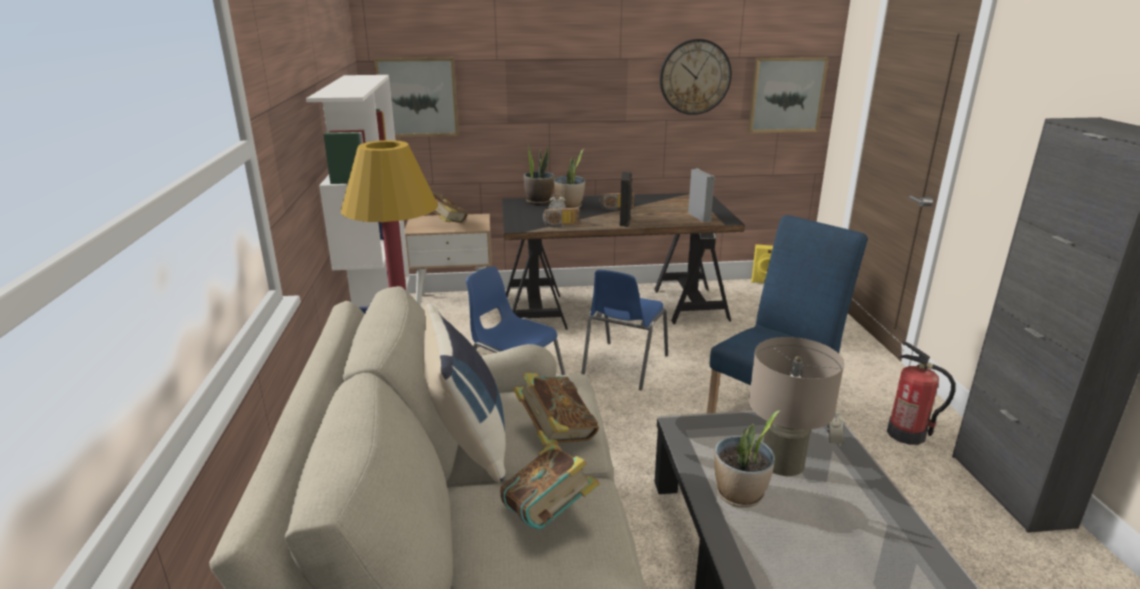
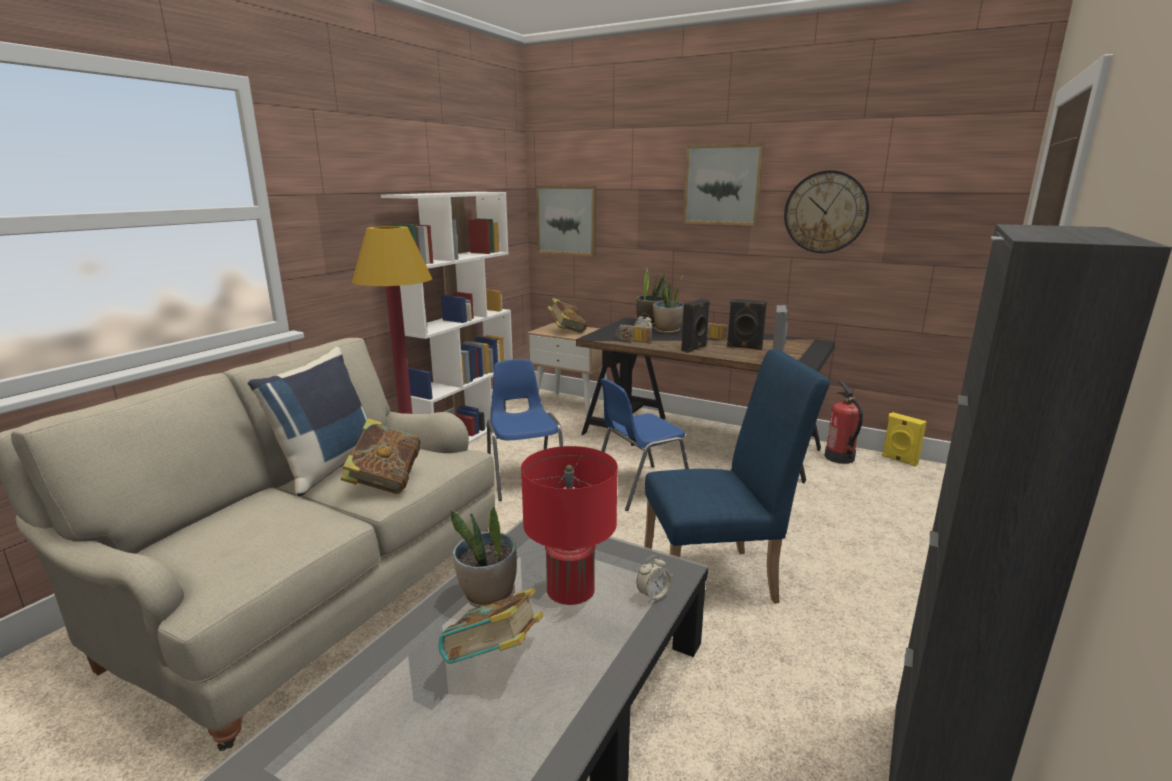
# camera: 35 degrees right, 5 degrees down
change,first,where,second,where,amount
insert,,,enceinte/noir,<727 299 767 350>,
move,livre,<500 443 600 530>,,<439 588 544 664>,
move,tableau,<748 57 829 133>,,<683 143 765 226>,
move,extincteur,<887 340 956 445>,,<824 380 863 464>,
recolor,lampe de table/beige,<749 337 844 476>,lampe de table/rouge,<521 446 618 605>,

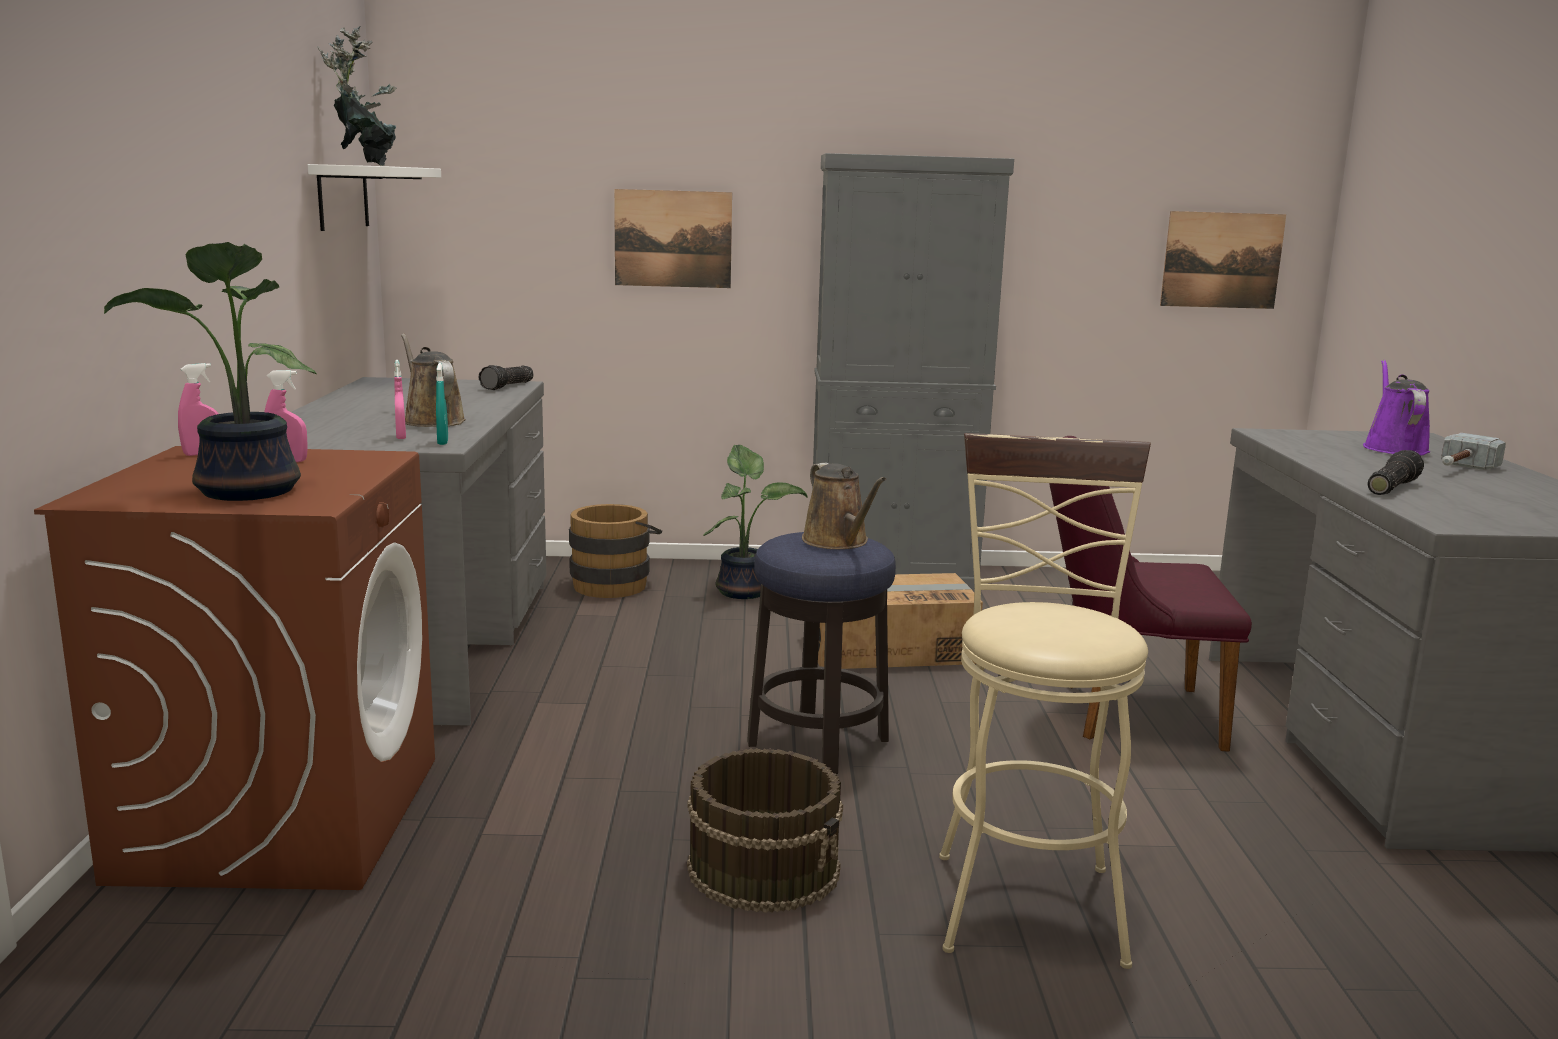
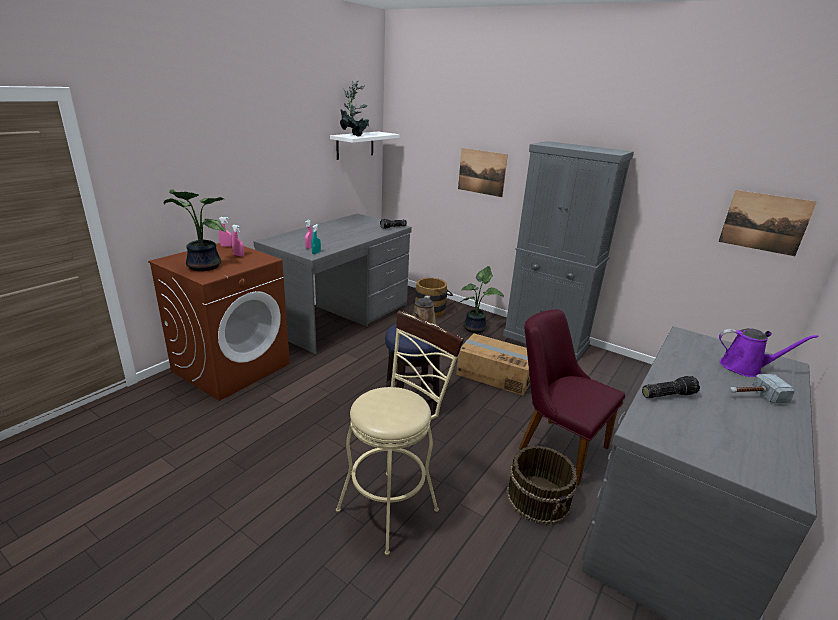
# camera: 35 degrees right, 10 degrees up
change,first,where,second,where,amount
delete,arrosoir/marron,<401 333 466 427>,,,
move,seau/marron,<687 748 843 913>,,<506 446 578 525>,
rotate,arrosoir/violet,<1363 360 1430 456>,,<719 328 818 377>,60 degrees clockwise

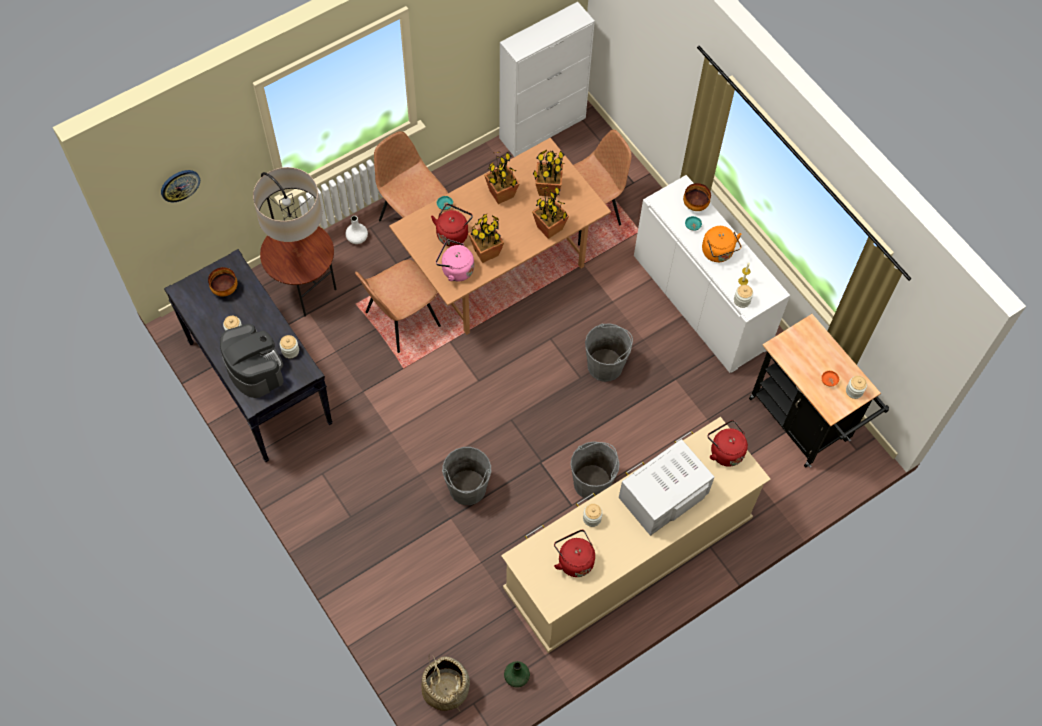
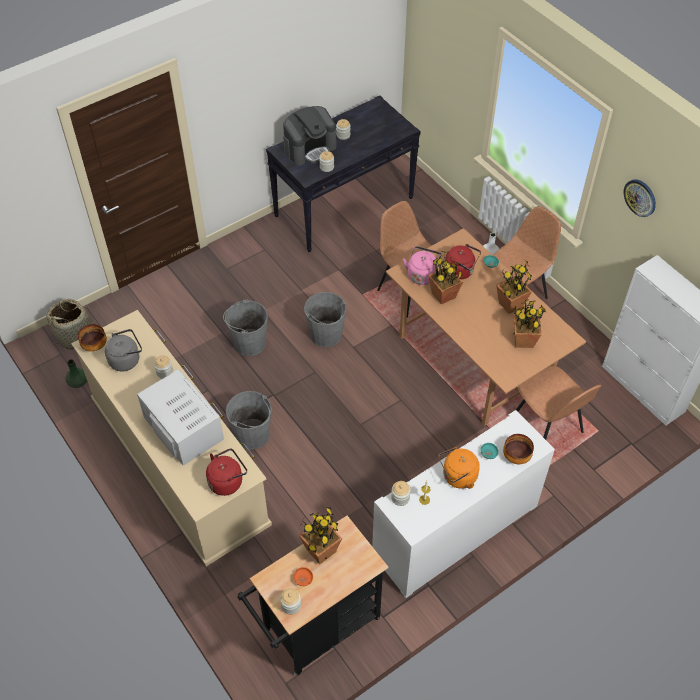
# camera: 90 degrees right, 10 degrees down
change,first,where,second,where,amount
delete,lampadaire,<253 167 337 317>,,,
move,horloge murale,<161 170 200 202>,,<624 179 656 217>,
move,bol,<208 267 238 296>,,<78 324 107 352>,
move,plante en pot,<532 187 569 239>,,<299 507 342 564>,
move,seau/gris,<585 323 633 382>,,<304 292 346 347>,
recolor,bouilloire/rouge,<554 530 595 577>,bouilloire/gris,<105 329 142 371>,

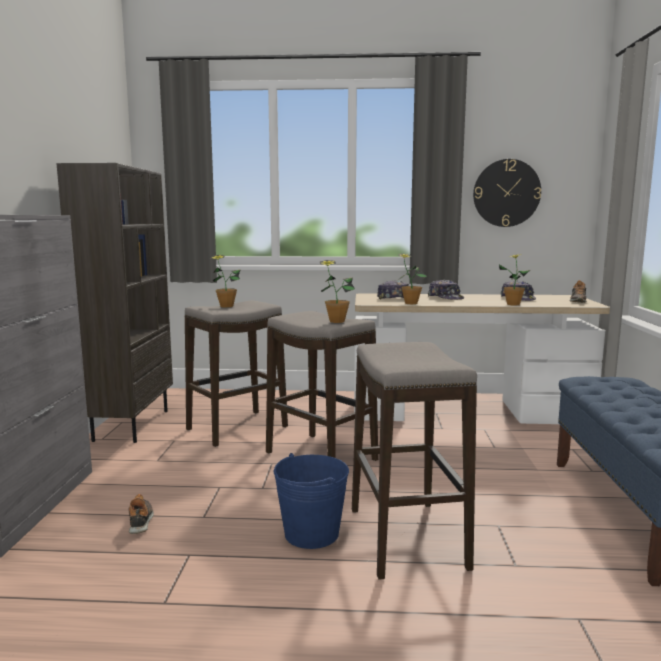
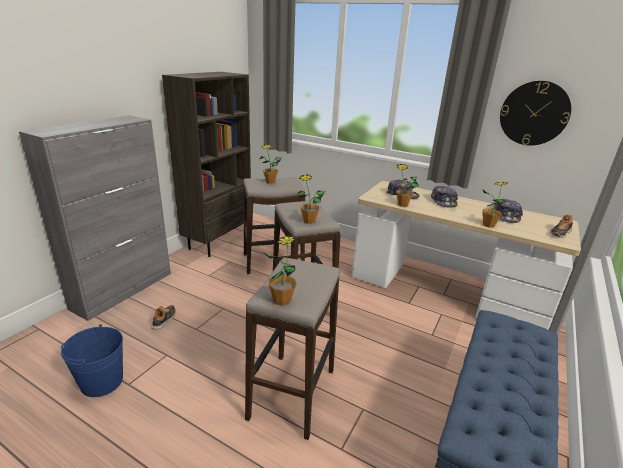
# camera: 25 degrees right, 15 degrees up
change,first,where,second,where,amount
insert,,,plante en pot,<263 235 297 306>,
move,seau/bleu,<274 453 349 549>,,<61 324 123 397>,

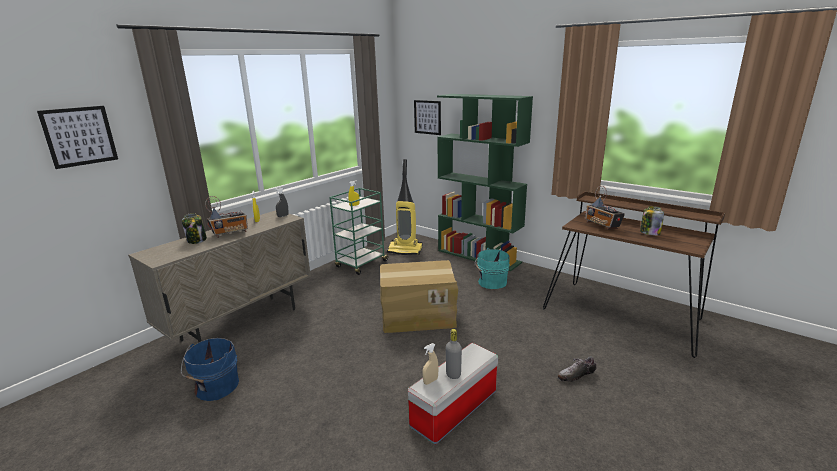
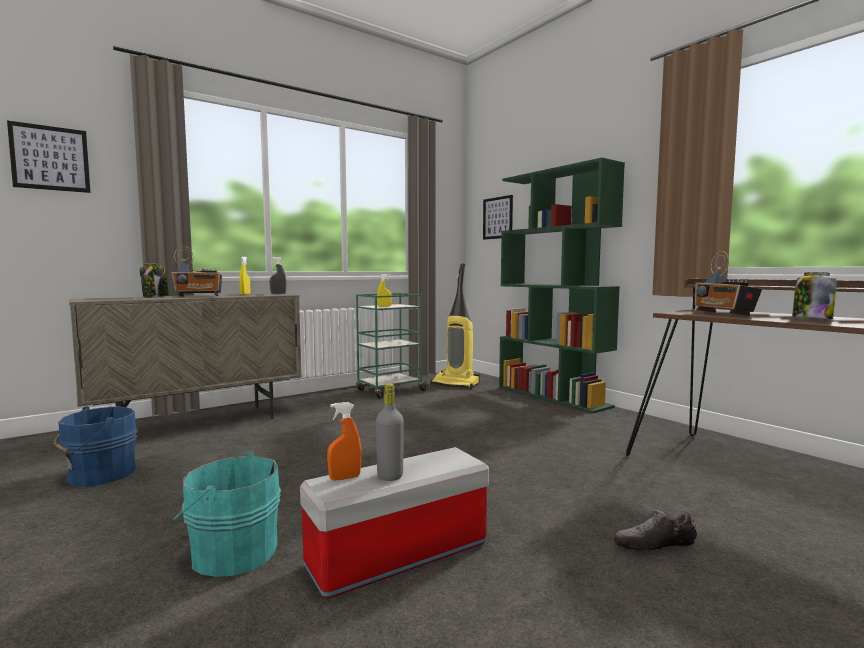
# camera: 15 degrees right, 15 degrees down
change,first,where,second,where,amount
delete,carton,<380 260 458 333>,,,
move,seau/turquoise,<475 248 510 289>,,<173 451 281 577>,
recolor,vaporisateur/beige,<423 343 439 385>,vaporisateur/orange,<327 402 362 480>,

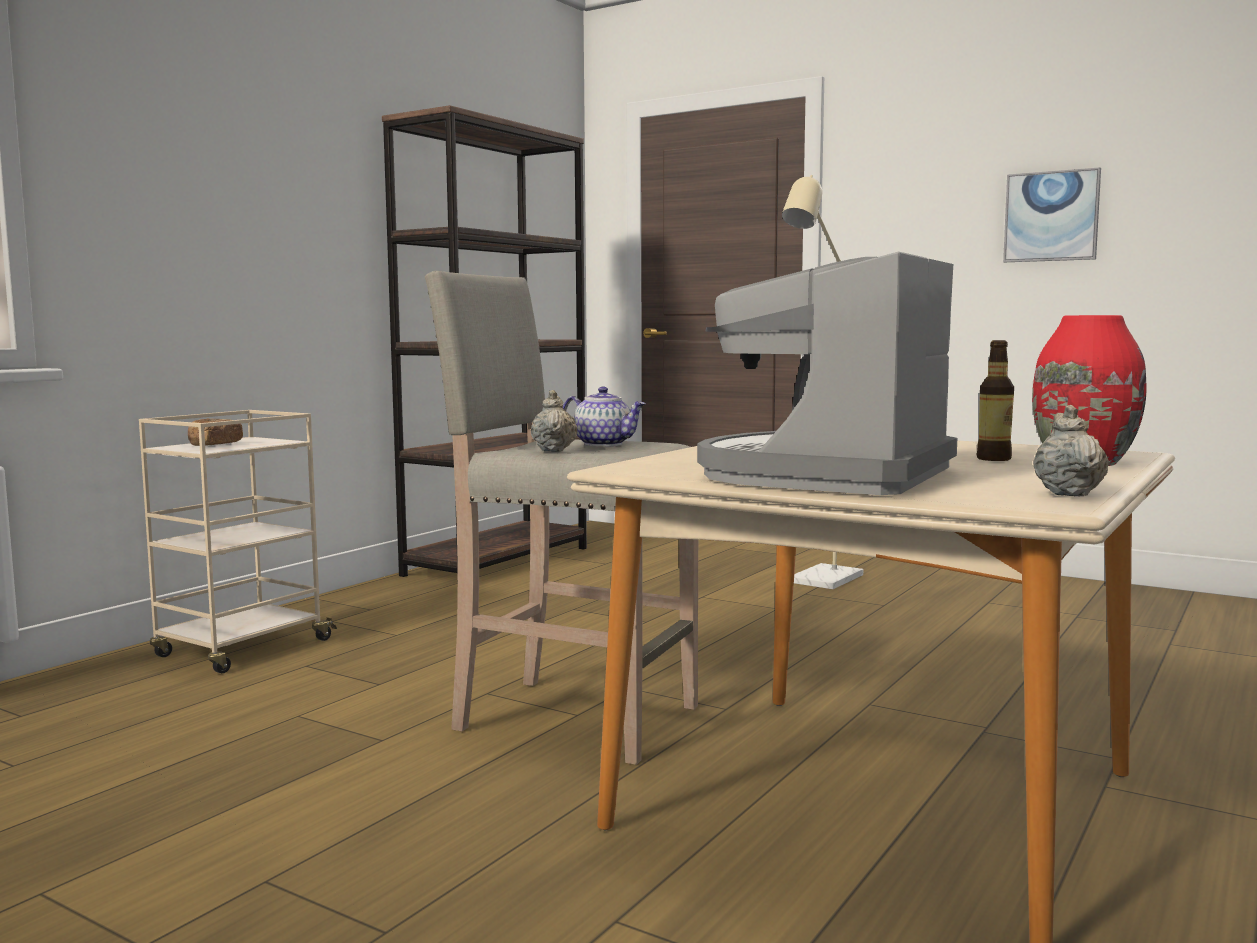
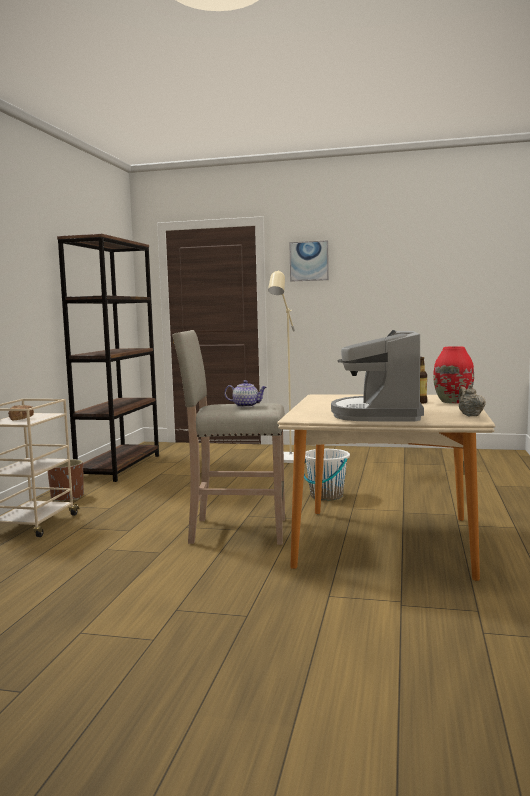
# camera: 20 degrees left, 0 degrees up
change,first,where,second,where,amount
delete,théière/beige,<531 390 578 452>,,,
insert,,,cache-pot/marron,<48 459 84 501>,
insert,,,seau/blanc,<304 449 350 501>,
move,tableau,<1003 167 1101 262>,,<289 240 329 282>,

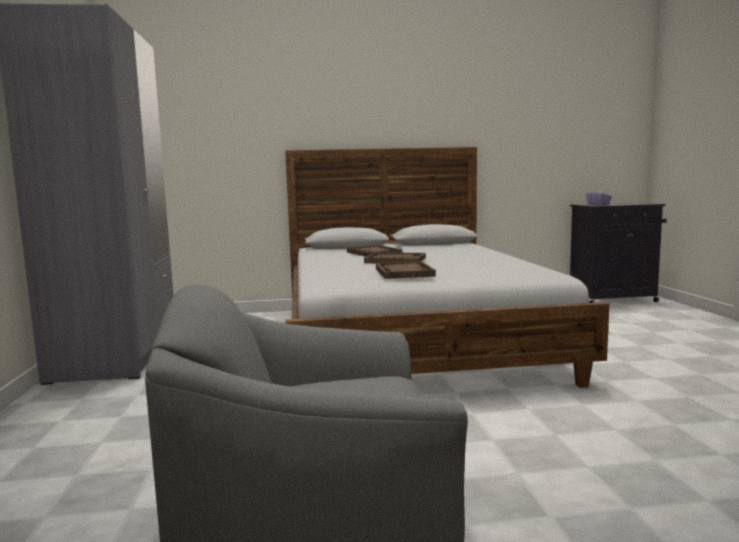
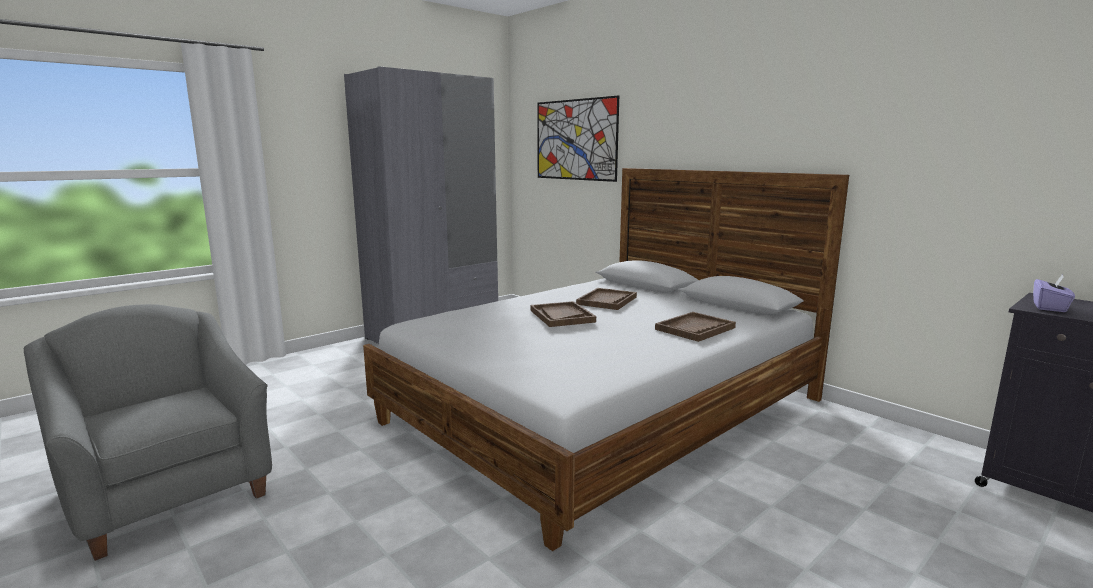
# camera: 55 degrees right, 5 degrees up
change,first,where,second,where,amount
insert,,,tableau,<537 95 619 182>,
move,plateau/marron,<376 261 436 279>,,<655 312 736 342>,

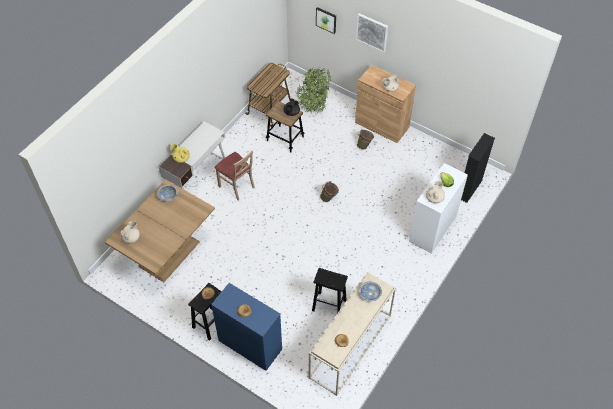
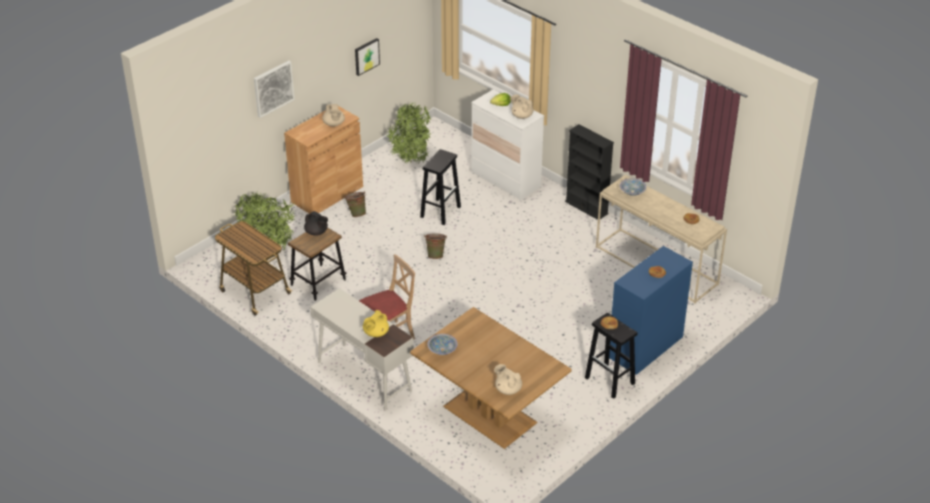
# camera: 80 degrees left, 15 degrees down
change,first,where,second,where,amount
insert,,,plante en pot,<386 102 431 165>,
move,tabouret/noir,<312 268 348 313>,,<420 149 461 225>,
move,tableau,<316 7 336 34>,,<355 38 380 76>,
move,bibliothèque/noir,<461 133 495 203>,,<565 124 614 220>,

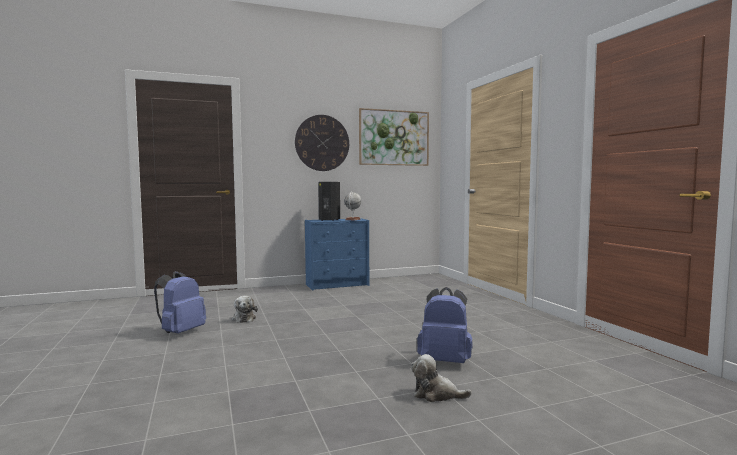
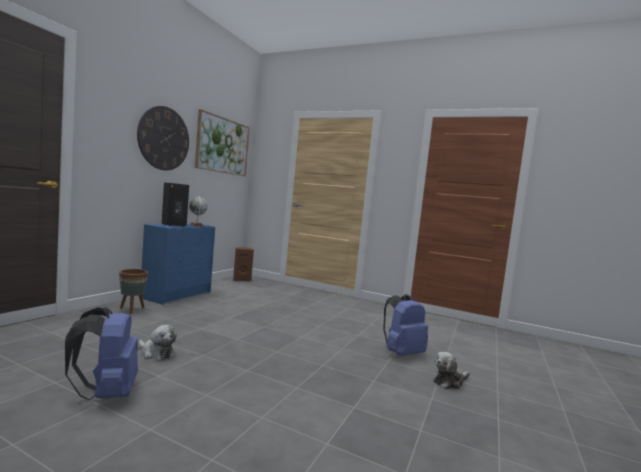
# camera: 45 degrees left, 0 degrees up
change,first,where,second,where,amount
insert,,,cache-pot/marron,<119 269 148 314>,
insert,,,enceinte/marron,<233 247 254 282>,

